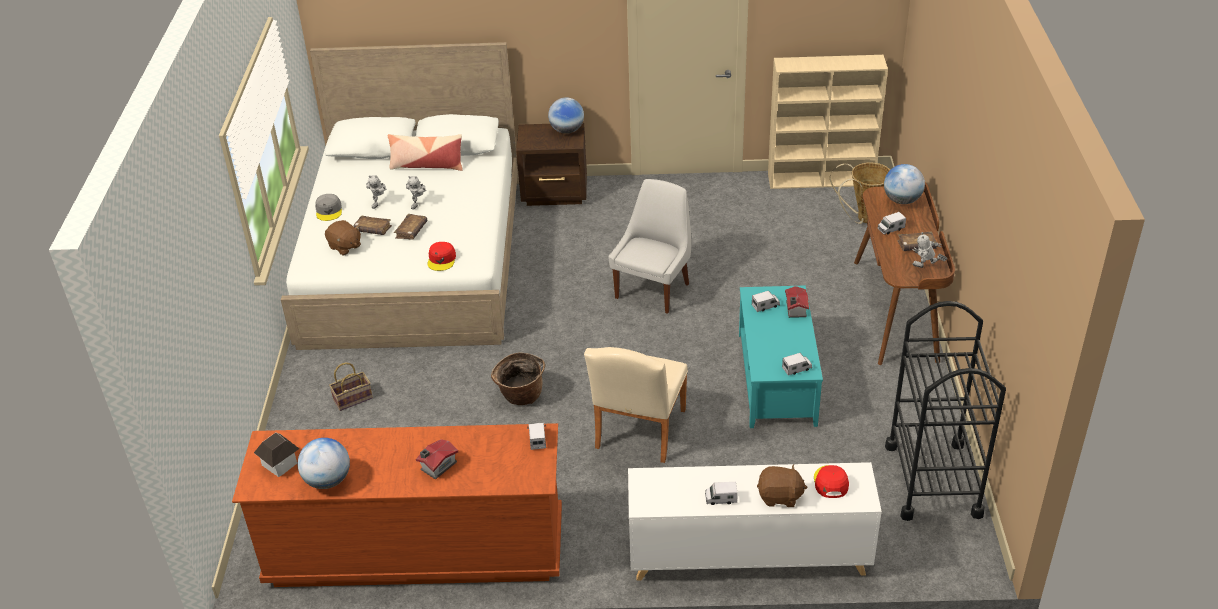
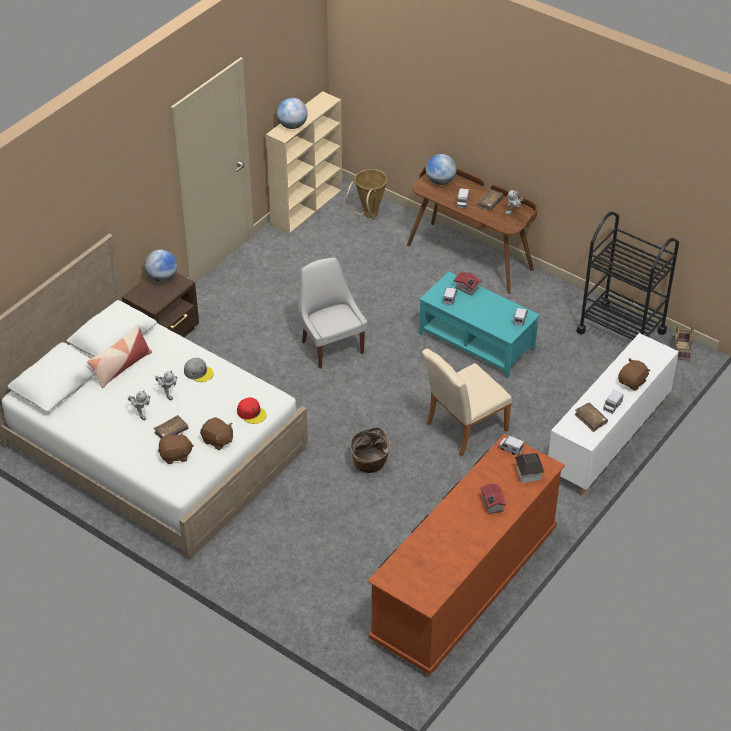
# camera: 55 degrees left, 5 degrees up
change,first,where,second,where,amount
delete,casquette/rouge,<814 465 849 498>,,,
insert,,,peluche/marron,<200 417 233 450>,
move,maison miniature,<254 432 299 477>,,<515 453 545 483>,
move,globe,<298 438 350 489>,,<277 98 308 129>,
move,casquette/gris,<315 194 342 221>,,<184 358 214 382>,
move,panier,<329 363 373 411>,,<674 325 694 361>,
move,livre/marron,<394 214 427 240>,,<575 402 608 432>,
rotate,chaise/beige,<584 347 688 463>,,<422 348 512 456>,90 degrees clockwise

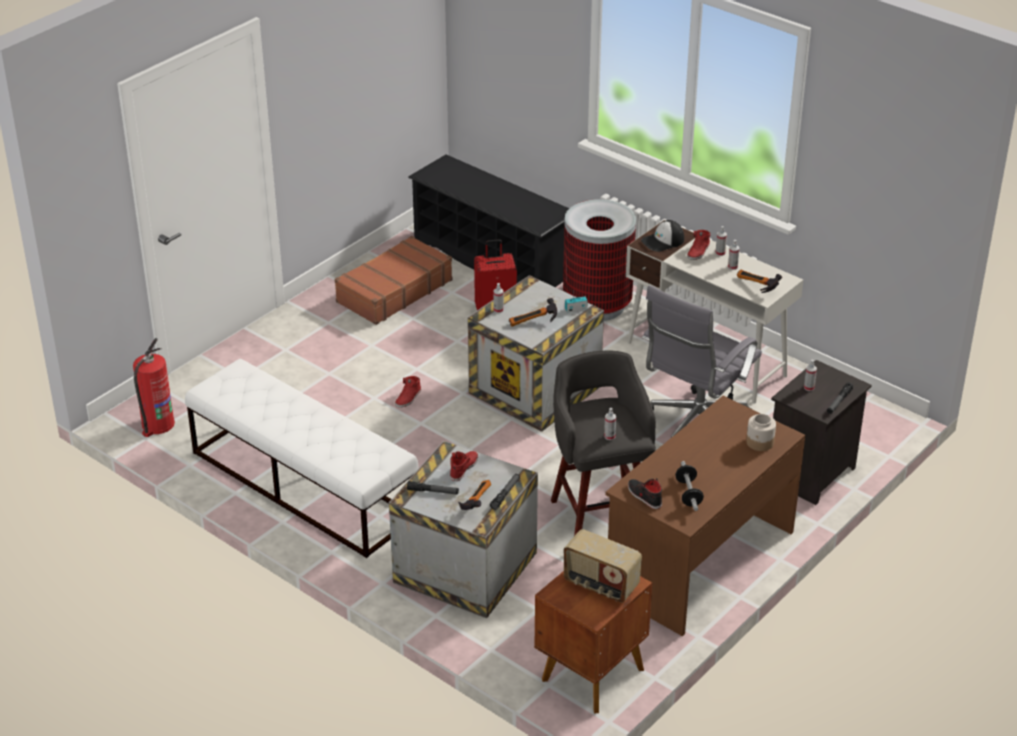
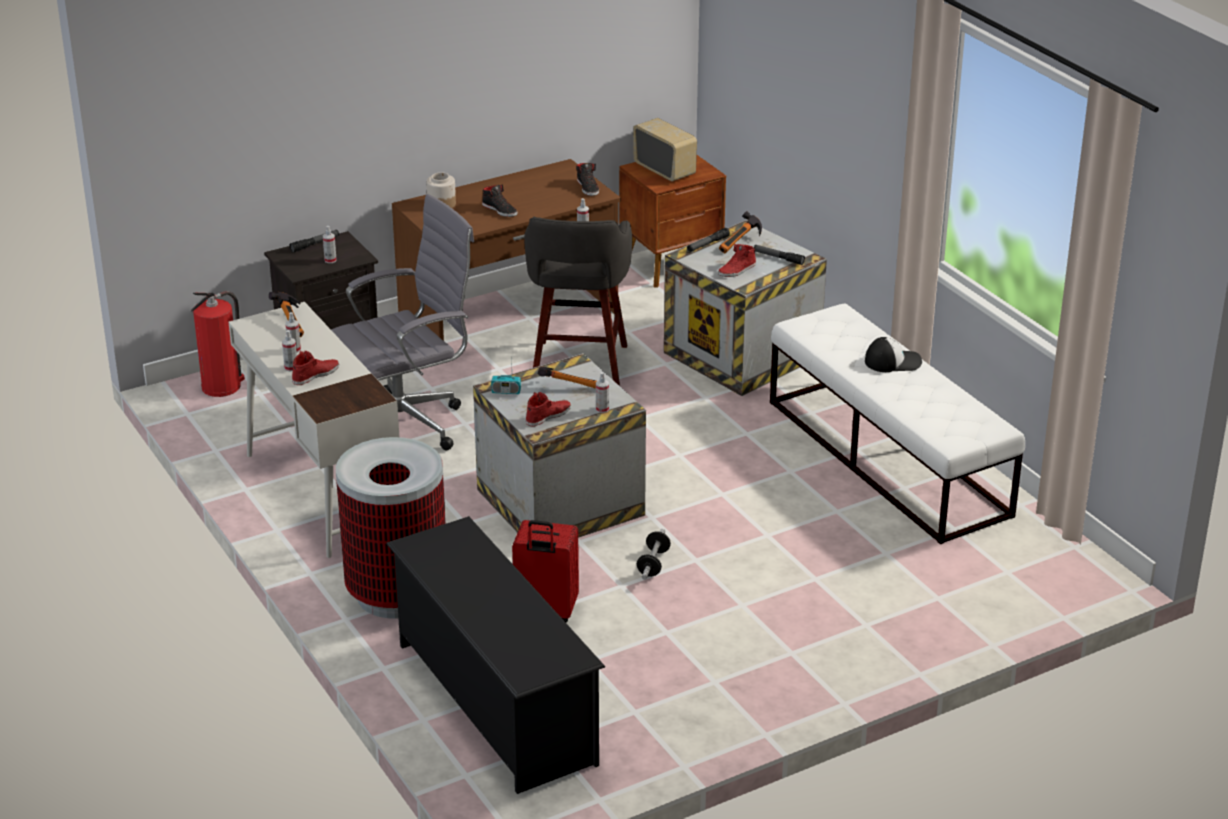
# camera: 160 degrees left, 5 degrees down
change,first,where,second,where,amount
delete,valise/marron,<335 236 453 325>,,,
insert,,,chaussure/noir,<482 185 518 217>,
move,extincteur,<133 338 175 437>,,<191 291 245 397>,
move,chaussure/rouge,<395 376 421 407>,,<526 392 571 426>,
move,casquette,<641 220 684 252>,,<865 337 922 372>,
move,haltère,<675 461 704 511>,,<637 529 671 580>,

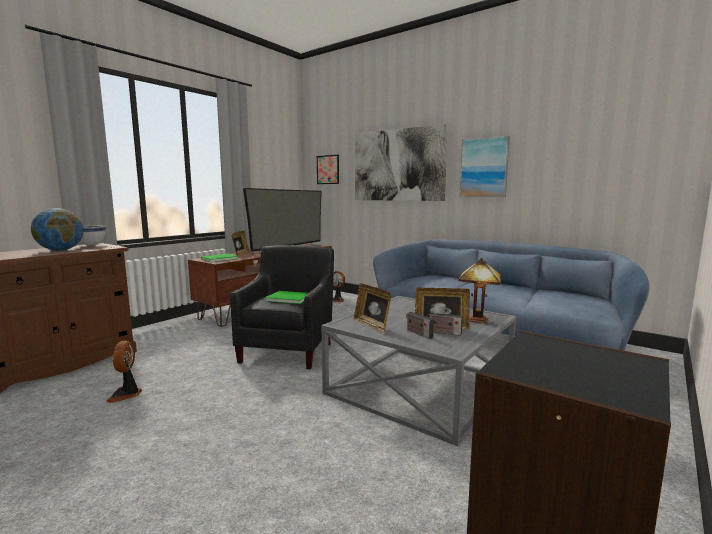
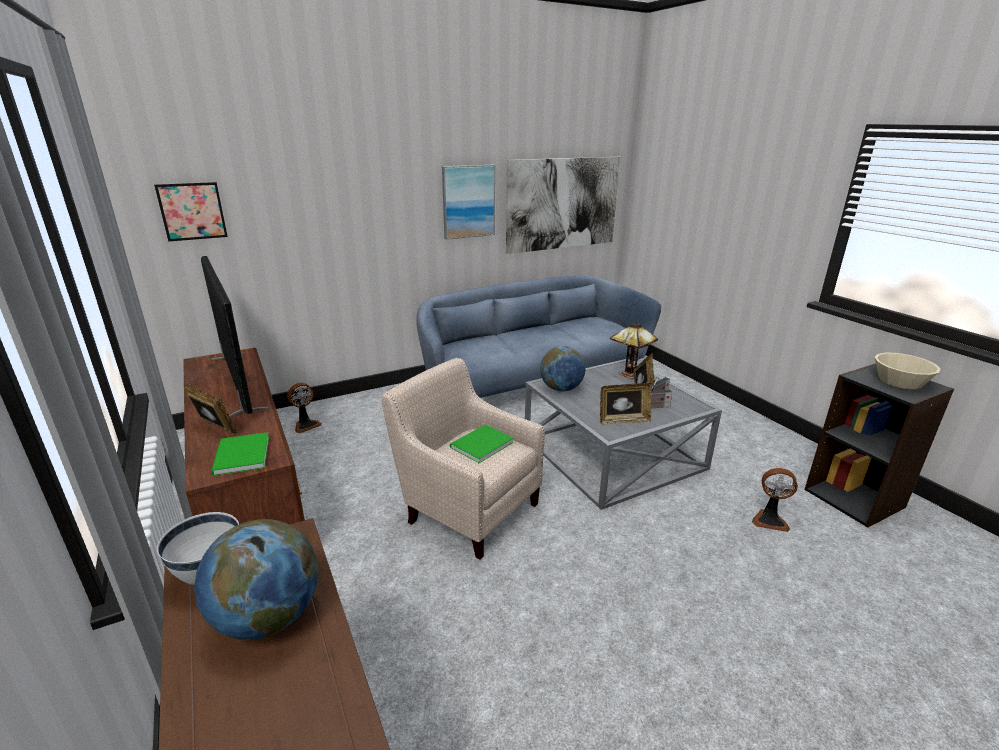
# camera: 65 degrees left, 15 degrees up
change,first,where,second,where,amount
insert,,,globe,<540 346 585 391>,
insert,,,bol/beige,<875 352 941 389>,
move,ventilateur,<106 341 142 403>,,<752 468 798 532>,
move,tableau,<355 124 448 201>,,<506 157 620 254>,
recolor,fauteuil/noir,<230 245 334 369>,fauteuil/beige,<381 358 545 559>,

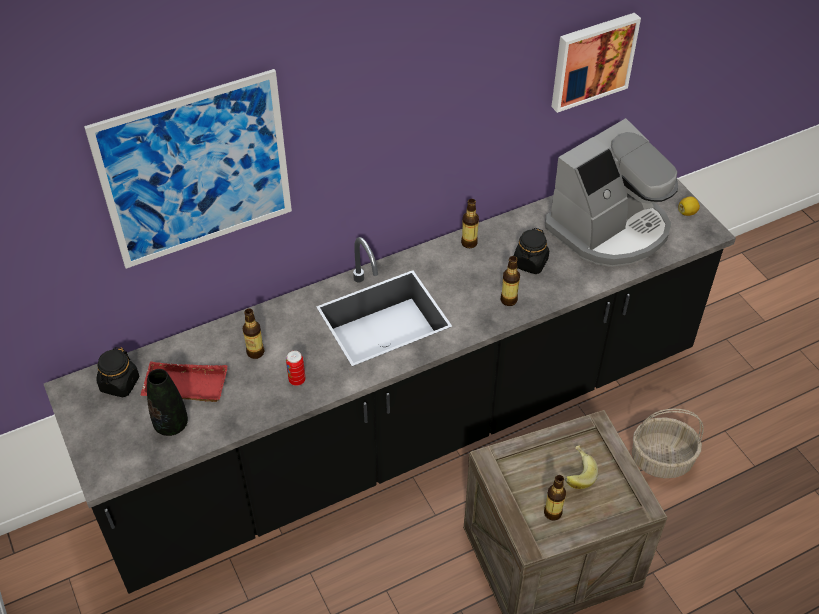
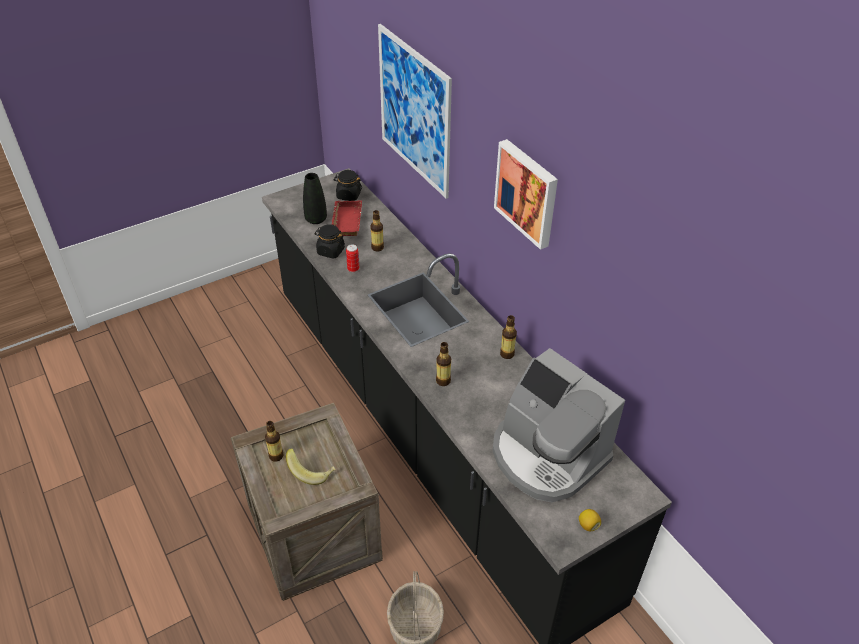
# camera: 85 degrees right, 5 degrees down
change,first,where,second,where,amount
move,bocal/noir,<514 228 549 274>,,<315 224 345 259>,
move,tableau,<551 13 641 113>,,<494 139 558 250>,

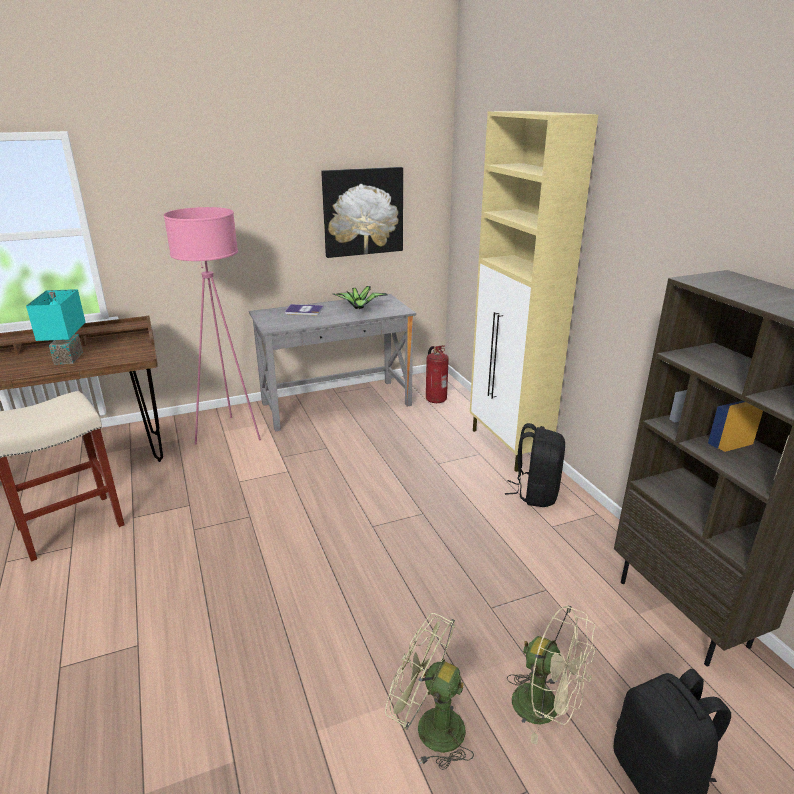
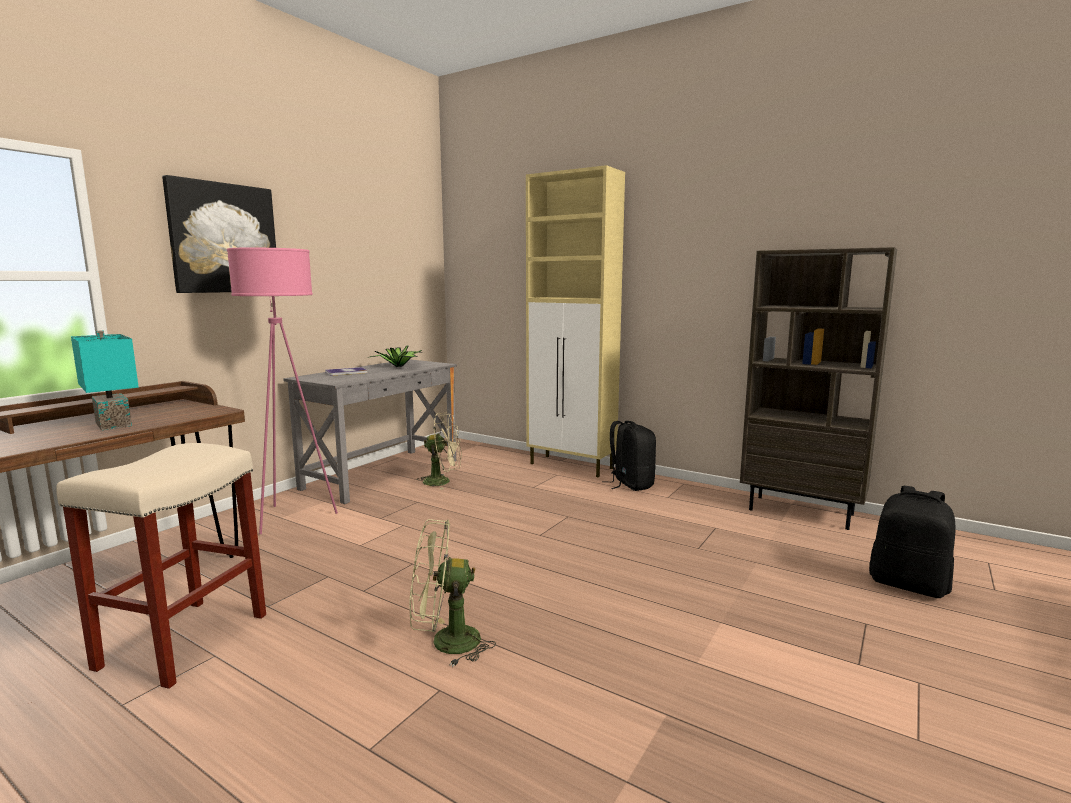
# camera: 35 degrees left, 15 degrees down
change,first,where,second,where,amount
delete,extincteur,<426 345 449 403>,,,
move,tableau,<321 167 403 258>,,<162 175 276 293>,
move,ventilateur/vert,<385 613 474 770>,,<410 519 496 667>,
move,ventilateur/beige,<507 605 596 744>,,<418 412 462 490>,

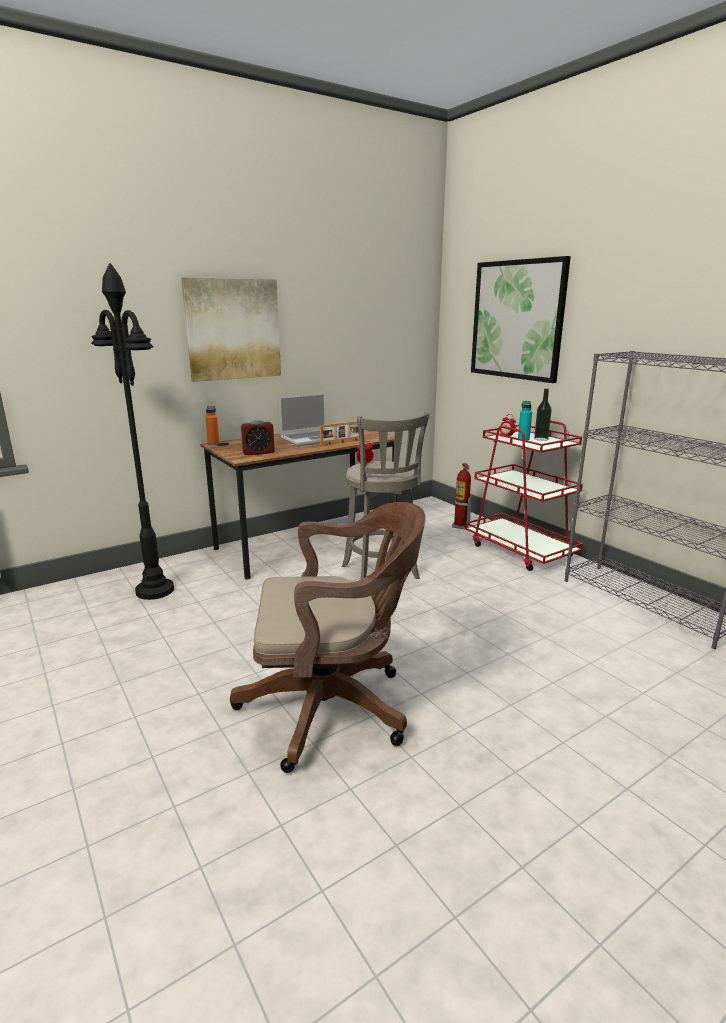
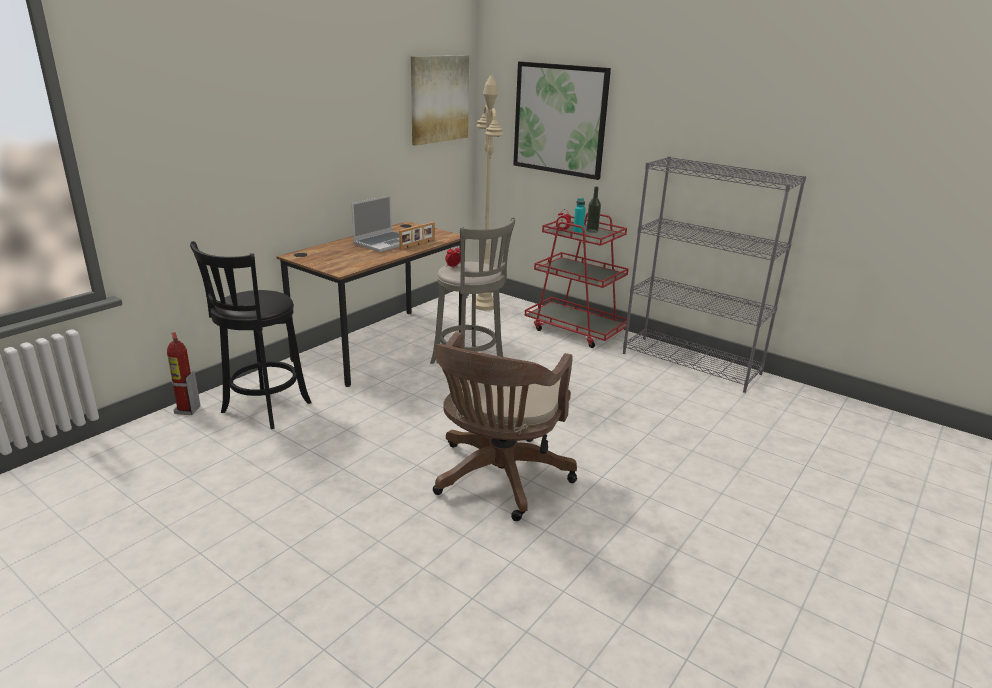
# camera: 20 degrees left, 5 degrees up
change,first,where,second,where,amount
delete,bouteille/orange,<205 406 220 445>,,,
delete,réveil,<240 420 275 455>,,,
insert,,,lampadaire/beige,<471 75 504 310>,
move,tableau,<181 277 281 382>,,<411 55 469 146>,
move,extincteur,<452 463 472 530>,,<167 332 201 415>,
replace,lampadaire/noir,<91 263 174 600>,tabouret/noir,<190 241 311 429>,
rotate,chaise de bureau/marron,<230 502 426 773>,,<433 332 577 521>,135 degrees clockwise

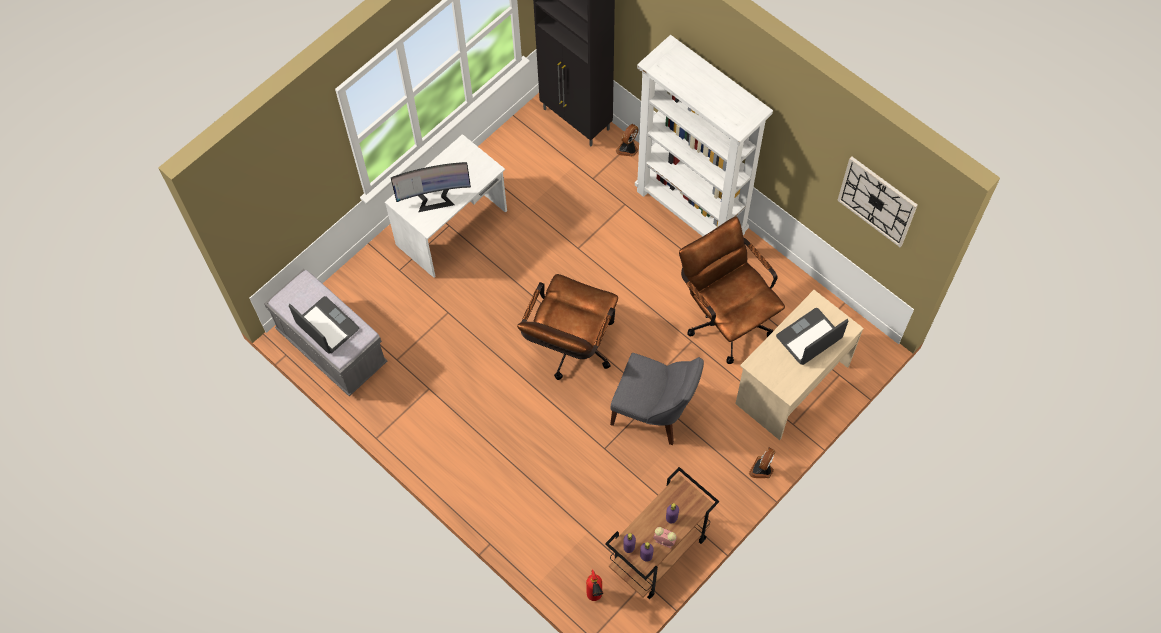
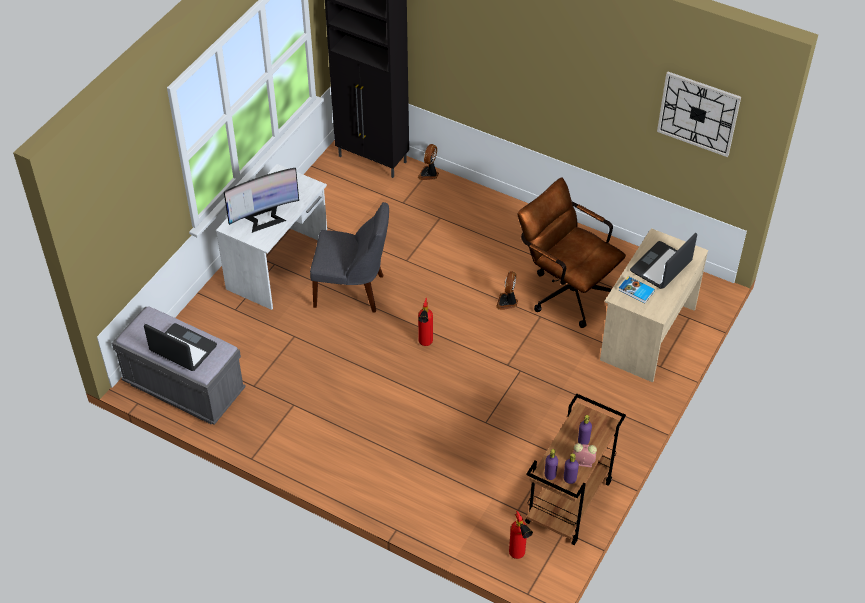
# camera: 15 degrees left, 15 degrees down
change,first,where,second,where,amount
delete,bibliothèque/blanc,<635 35 773 236>,,,
insert,,,livre,<618 276 655 304>,
move,chaise/gris,<610 353 704 445>,,<310 202 389 312>,
move,ventilateur,<749 448 775 478>,,<496 271 518 310>,
replace,chaise de bureau/marron,<517 274 618 380>,extincteur,<418 297 433 346>,

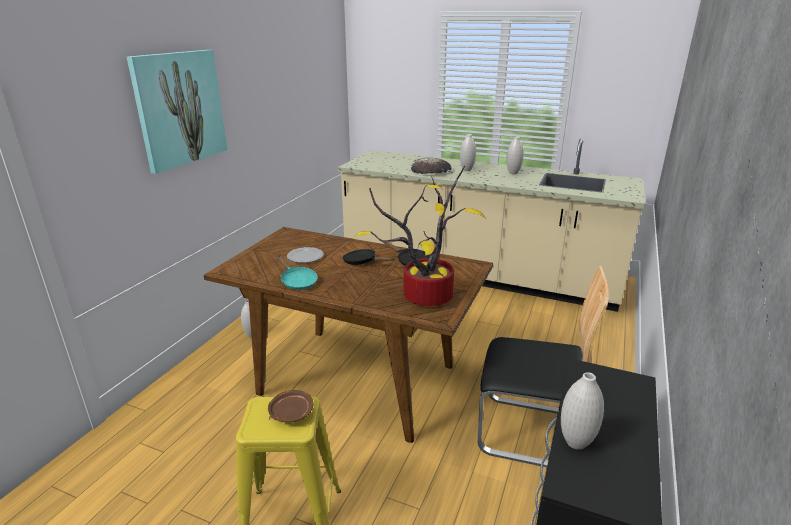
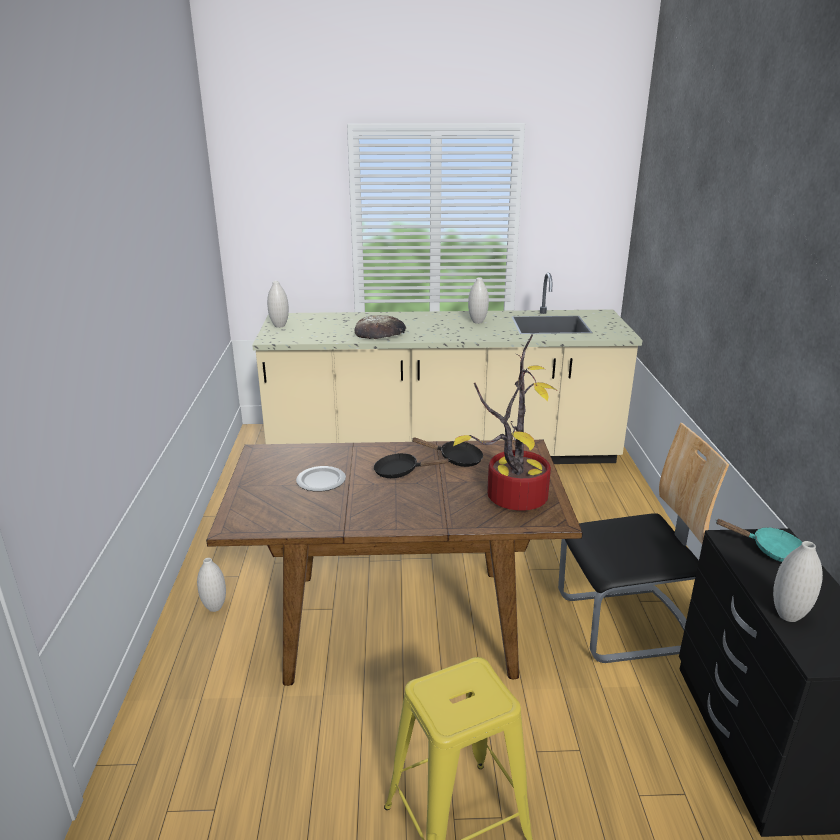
# camera: 25 degrees left, 0 degrees up
change,first,where,second,where,amount
delete,tableau,<127 50 228 174>,,,
delete,assiette/marron,<268 390 313 422>,,,
move,poêle/turquoise,<277 256 318 290>,,<715 519 802 562>,
move,vase/blanc,<460 134 476 171>,,<267 281 289 328>,

